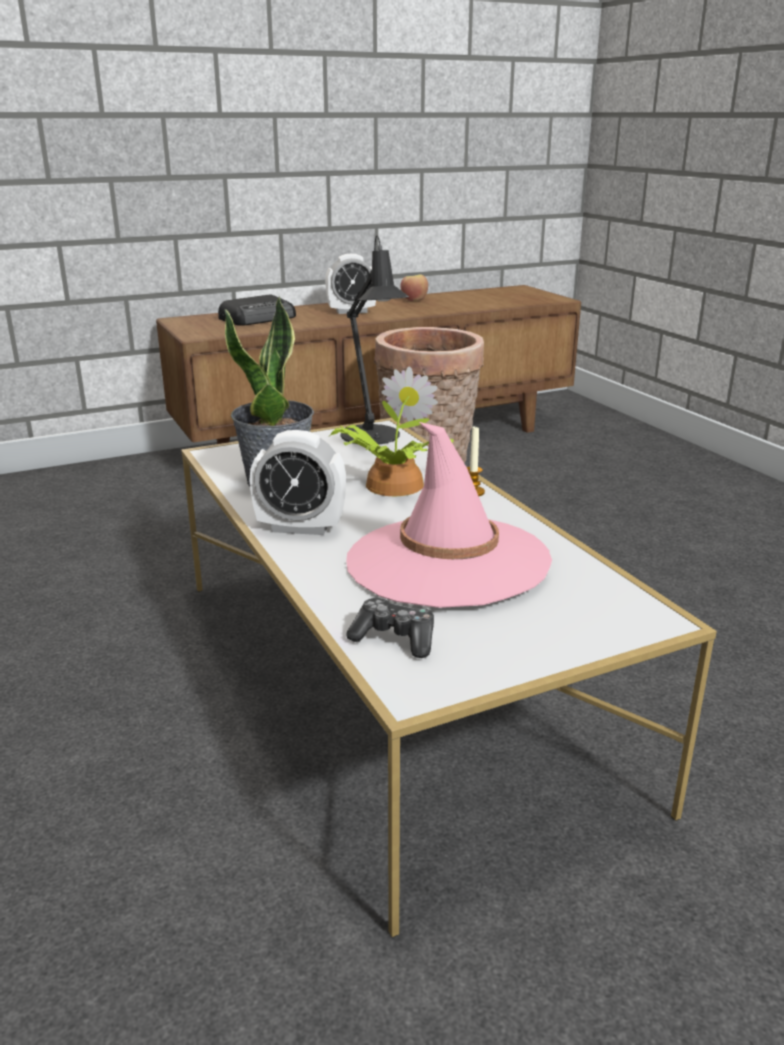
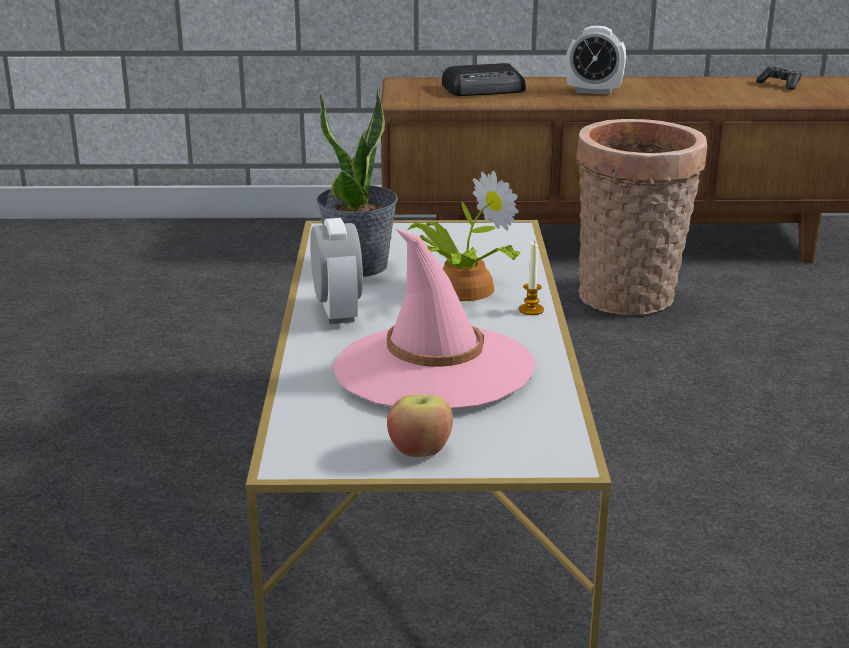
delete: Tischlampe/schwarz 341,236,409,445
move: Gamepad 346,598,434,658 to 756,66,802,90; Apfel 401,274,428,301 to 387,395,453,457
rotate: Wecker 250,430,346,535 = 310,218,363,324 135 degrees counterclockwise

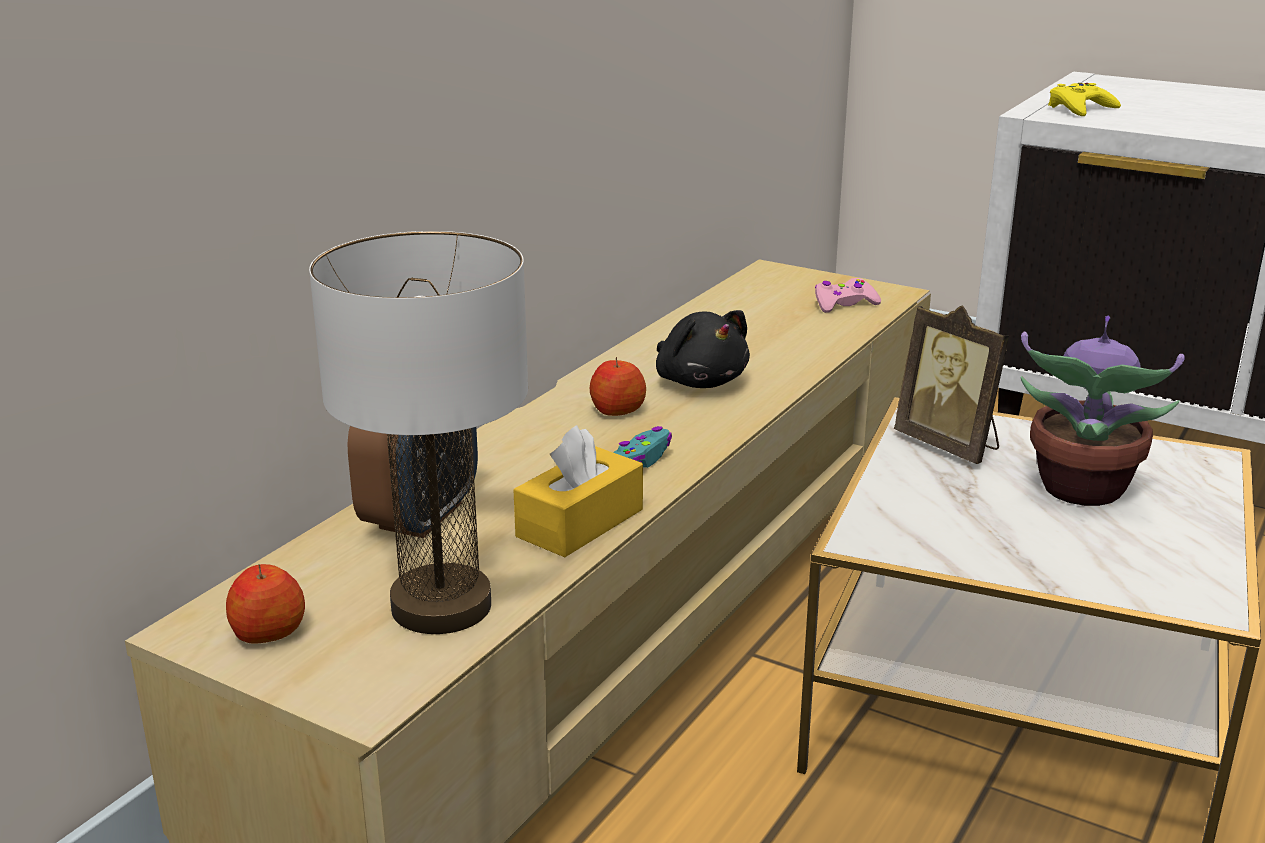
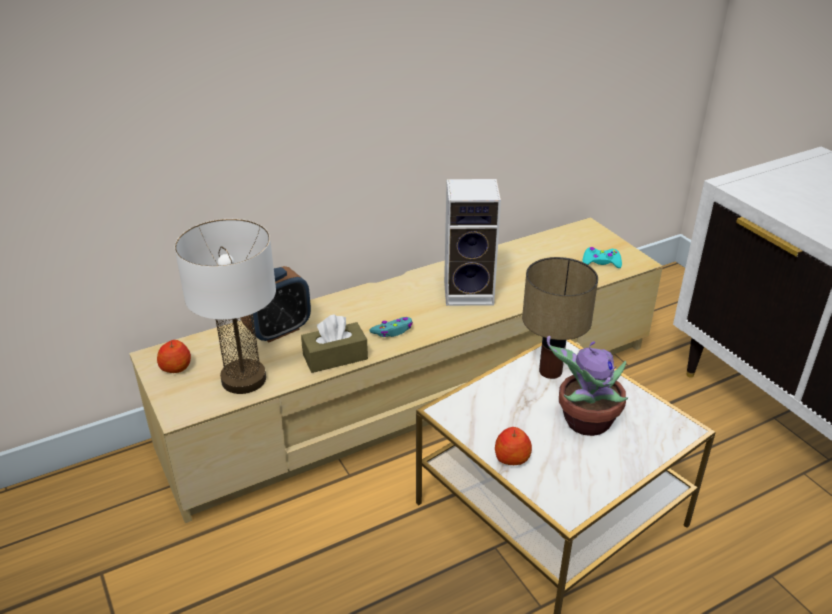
delete: Gamepad/gelb 1048,83,1121,116
move: Apfel 590,357,646,416 to 495,427,532,465
replace: Plüschtier/schwarz 656,310,750,388 to Lautsprecher 444,179,501,306; Bilderrahmen 894,306,1009,464 to Tischlampe 522,257,598,379
recolor: Taschentuchbox/gelb 513,425,643,557 to Taschentuchbox/braun 301,315,368,373; Gamepad/rosa 815,278,881,313 to Gamepad/türkis 582,247,622,268

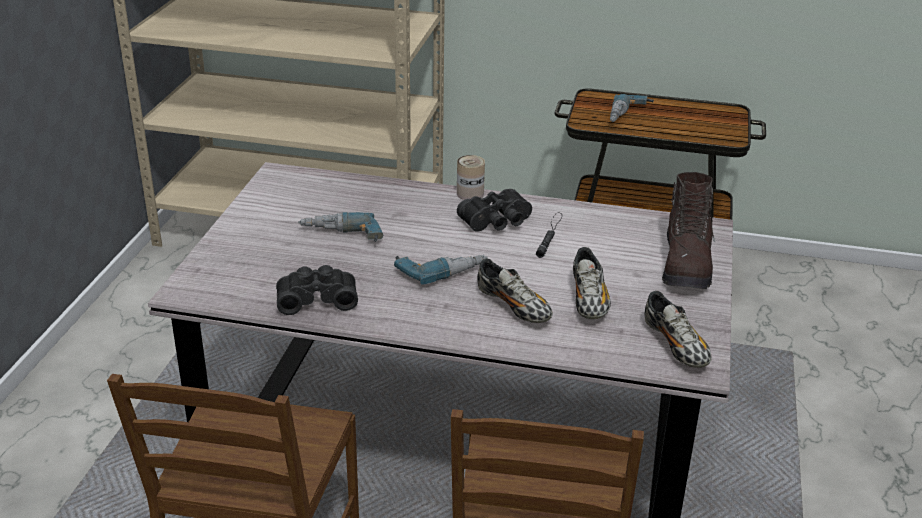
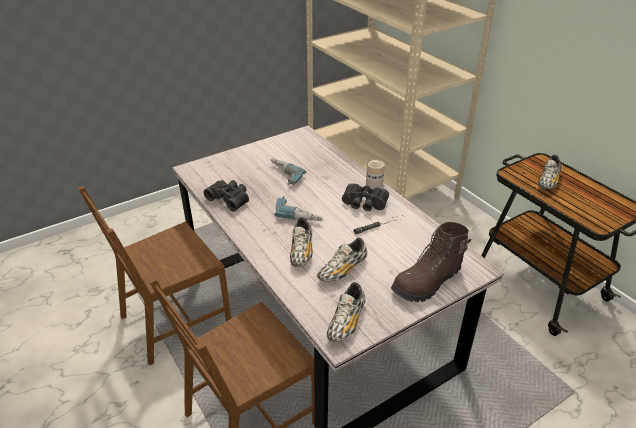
replace: Bohrmaschine 610,94,654,122 to Schuh 538,155,561,189

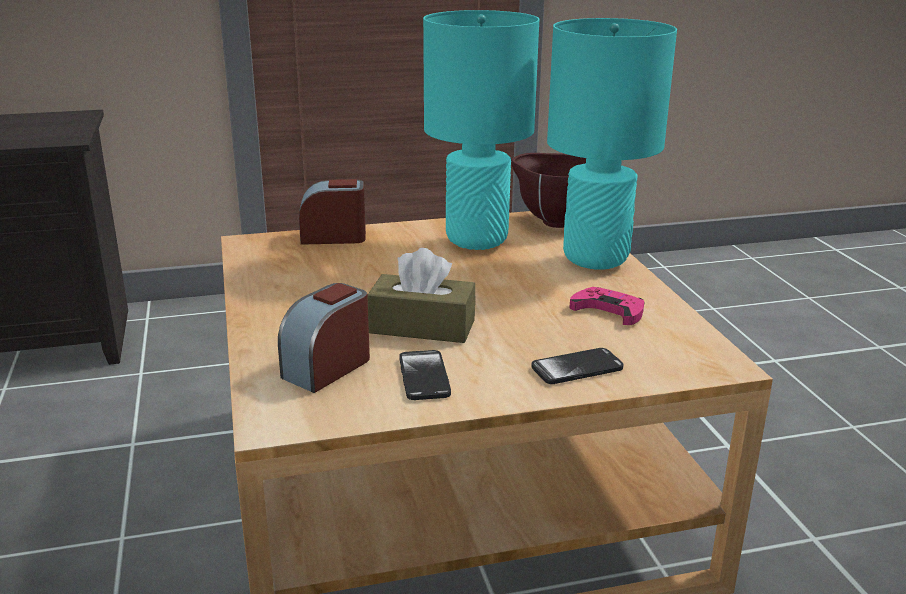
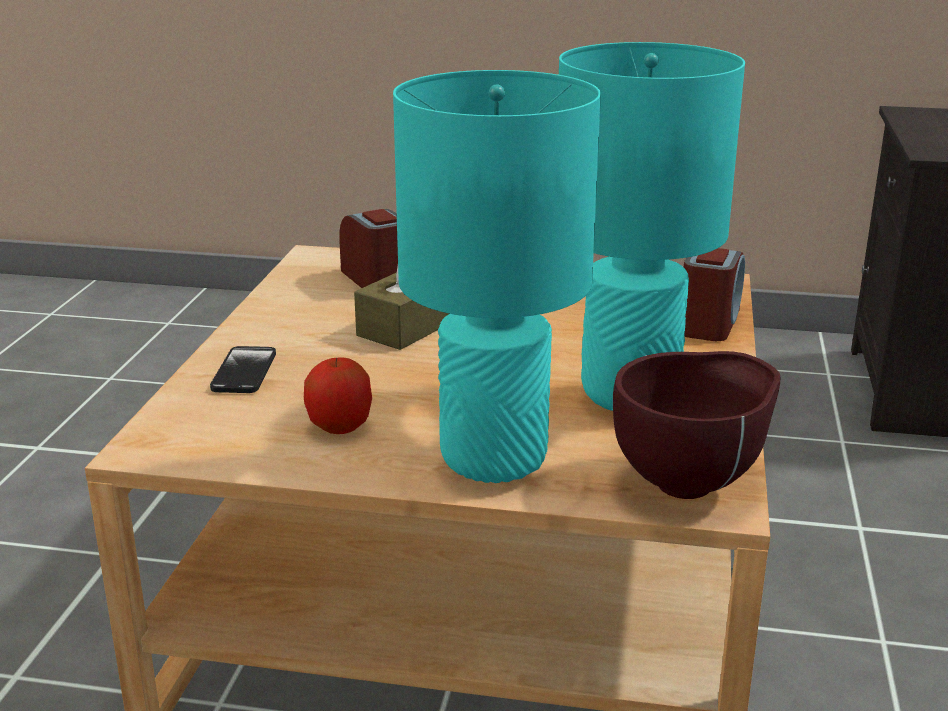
delete: Handy 399,350,451,400
replace: Gamepad/rosa 569,287,645,325 to Apfel 304,357,372,434

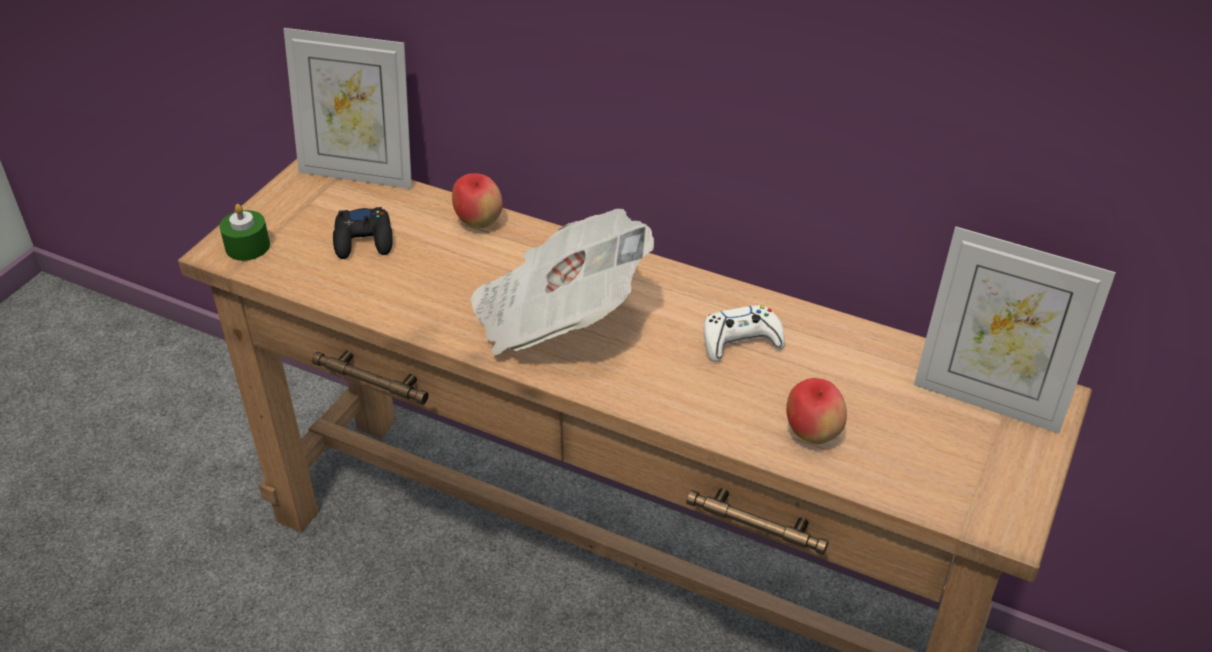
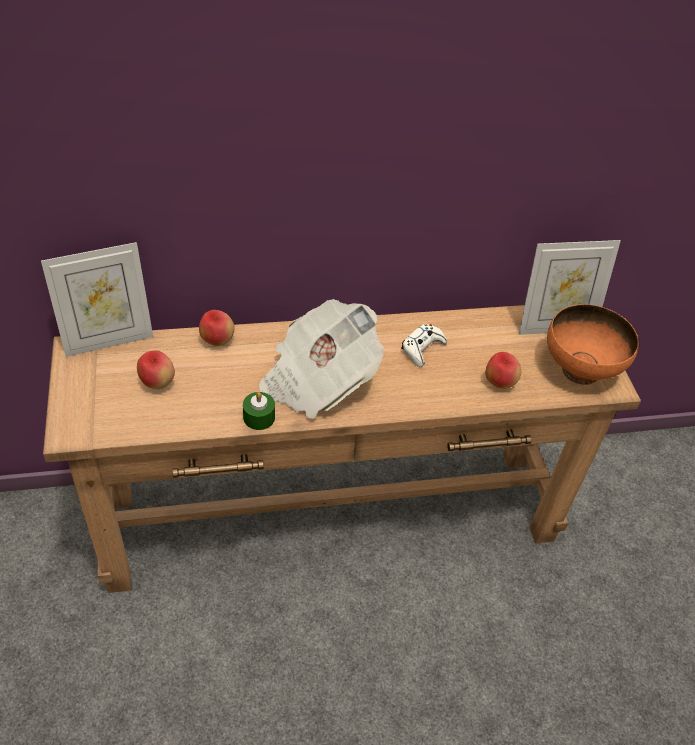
insert: Schüssel/orange 547,304,639,385
move: Kerze/grün 220,204,270,261 to 243,392,275,430
replace: Gamepad/schwarz 333,207,393,259 to Apfel 137,351,175,389

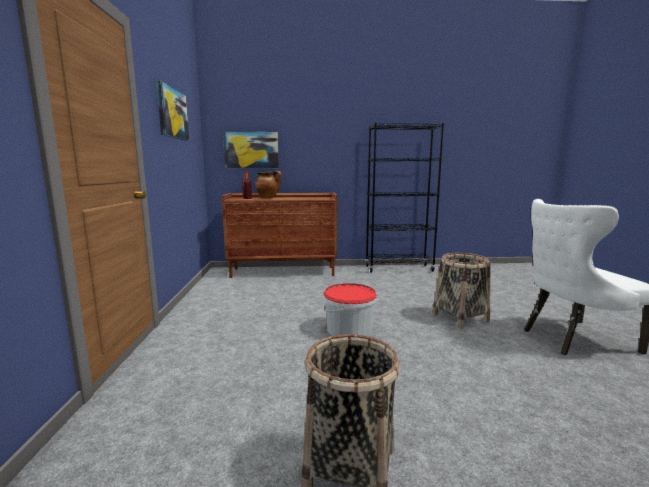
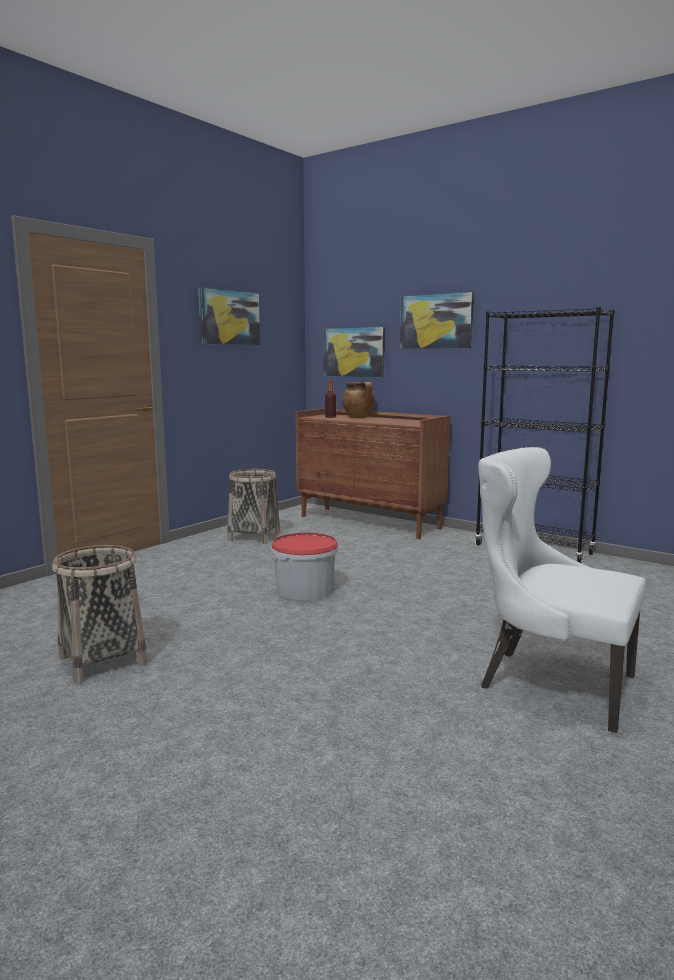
insert: Bild 400,292,474,349
move: Korb 432,253,490,329 to 227,469,280,544

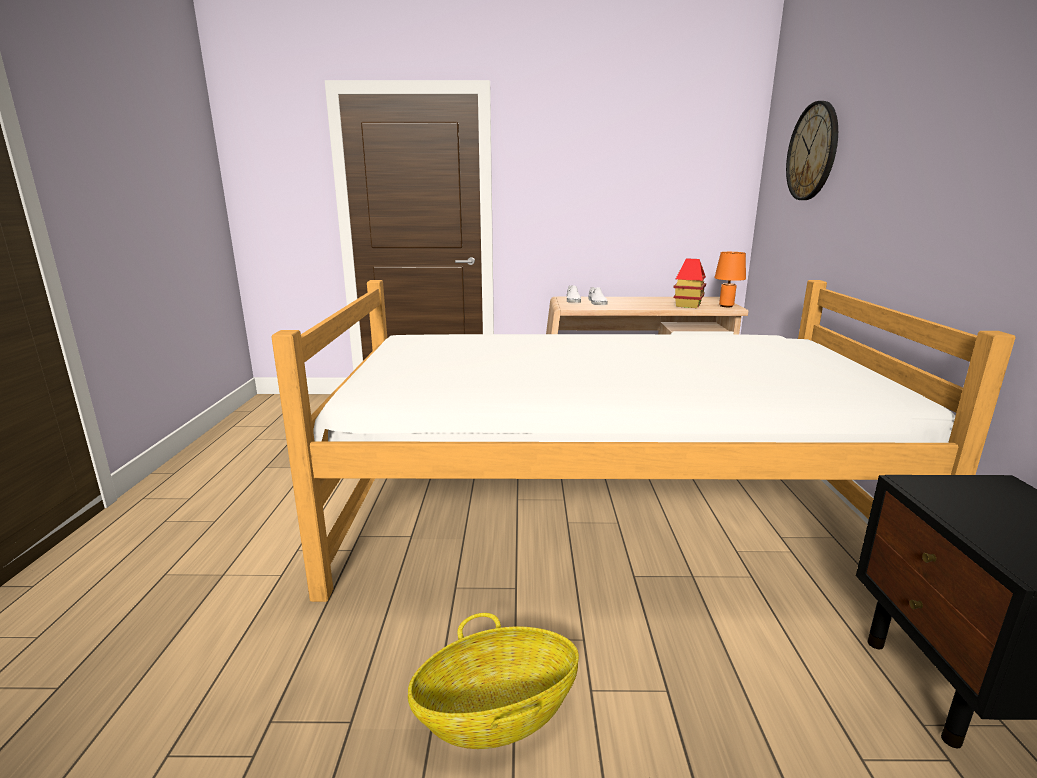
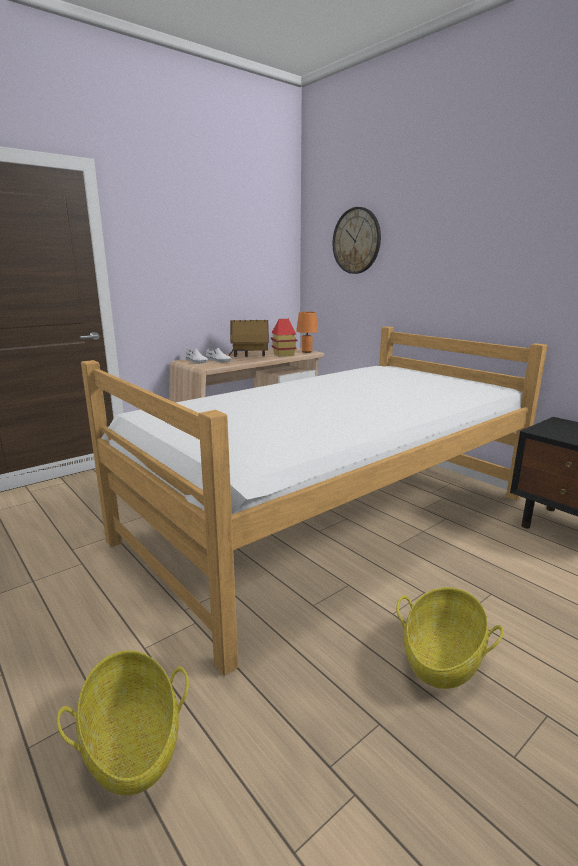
insert: Korb 57,650,189,795; Spielzeughaus 228,320,269,357

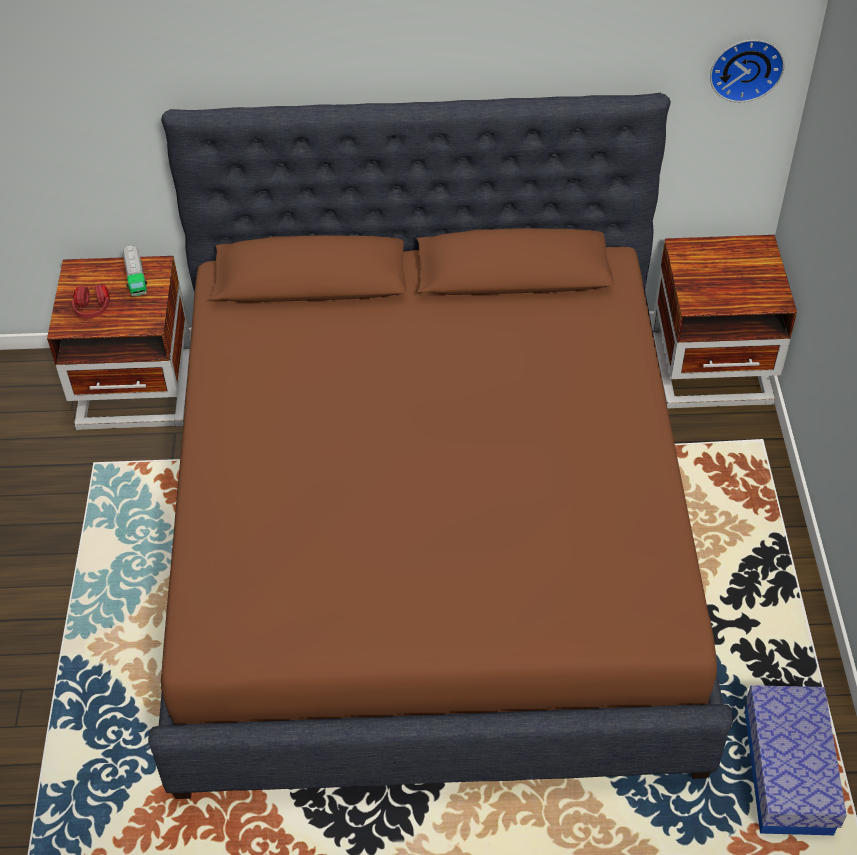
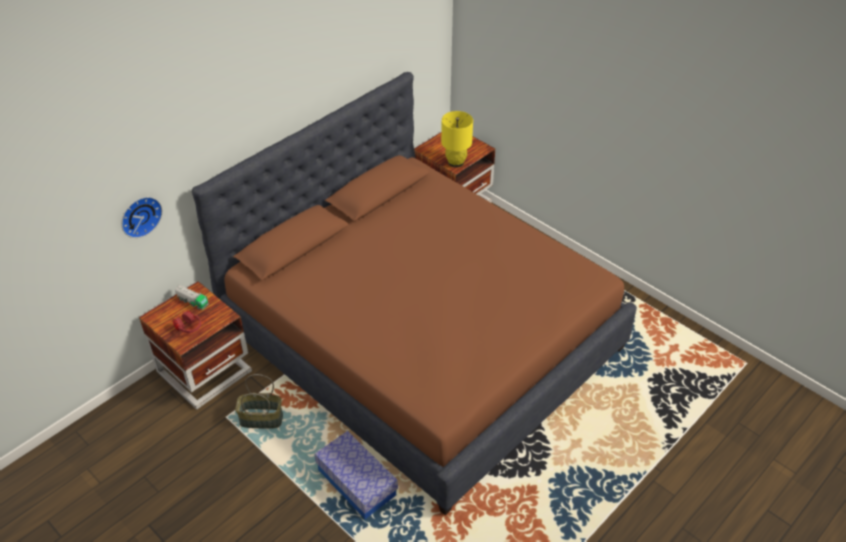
insert: Korb 235,374,283,429; Tischlampe/gelb 441,111,473,167
move: Wanduhr 710,39,785,102 to 121,197,163,238; Aufbewahrungsbox 745,685,847,835 to 314,431,398,519

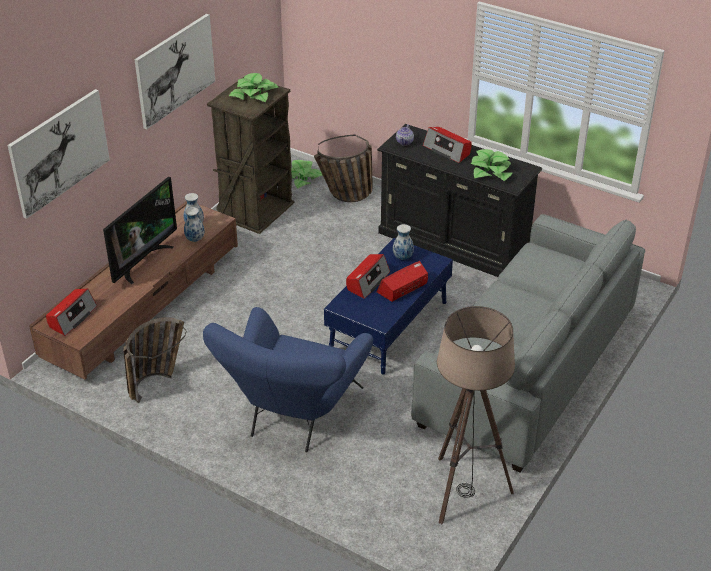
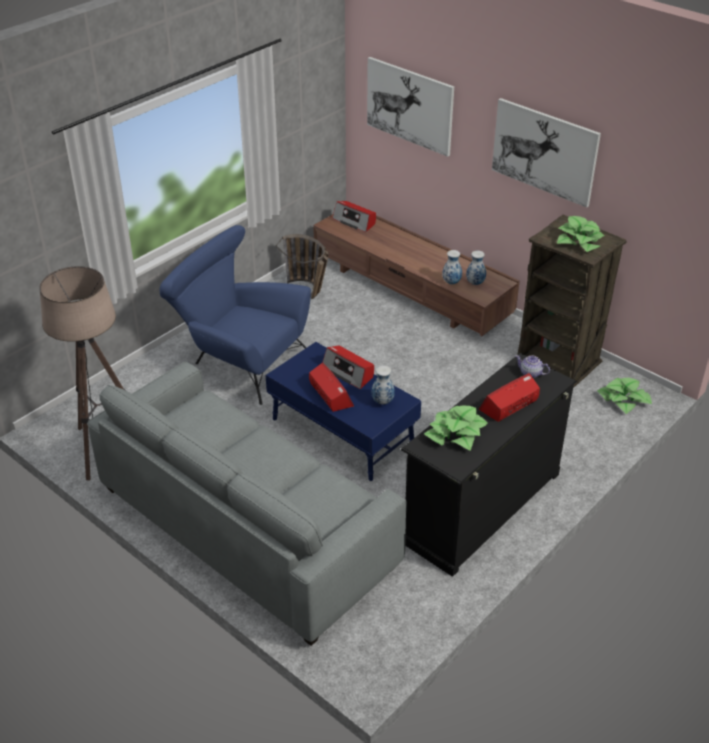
delete: Fernseher 103,177,177,284; Korb 314,134,373,202

